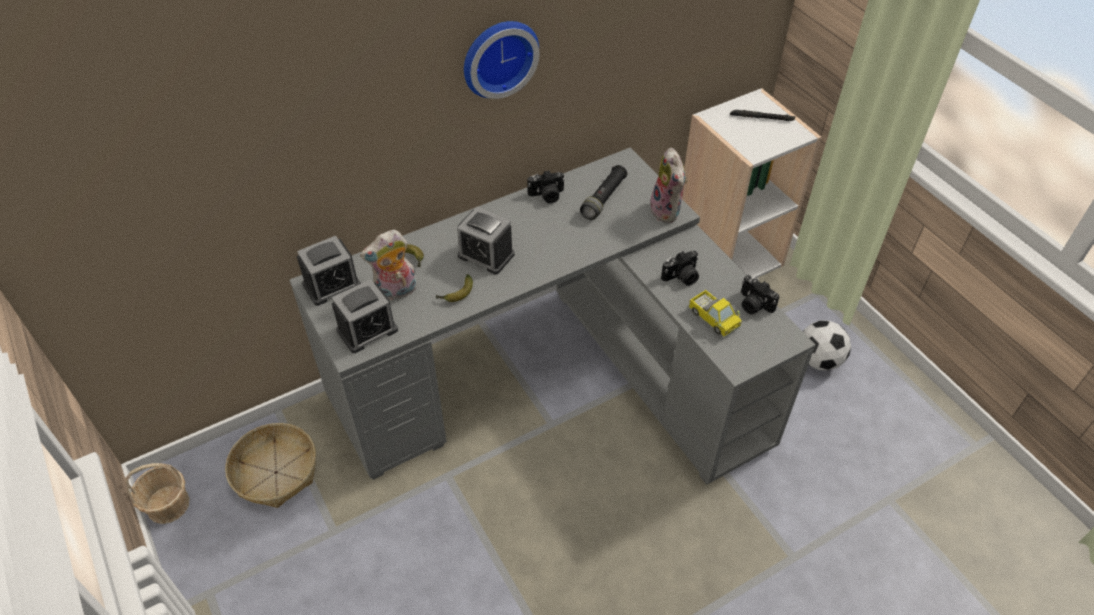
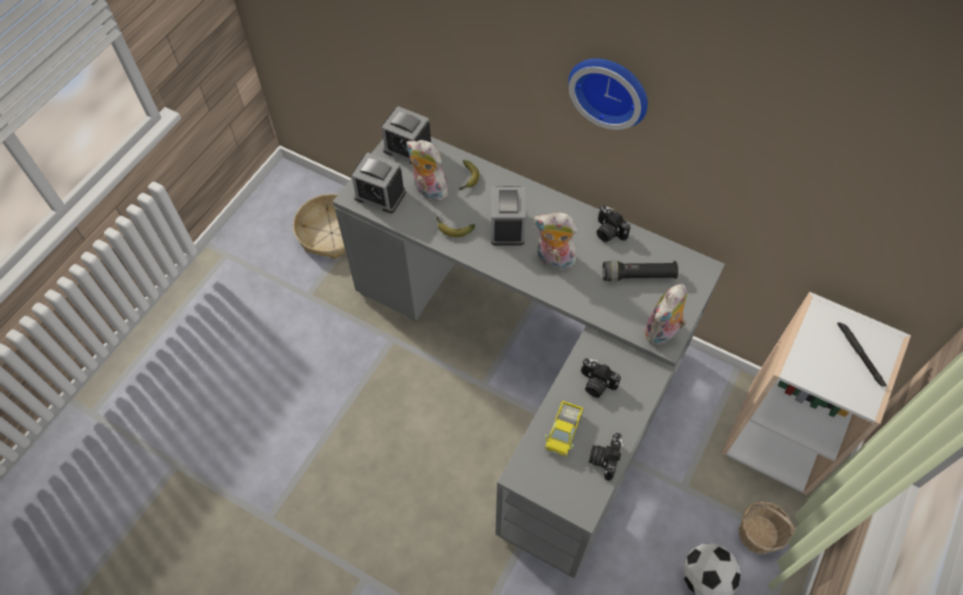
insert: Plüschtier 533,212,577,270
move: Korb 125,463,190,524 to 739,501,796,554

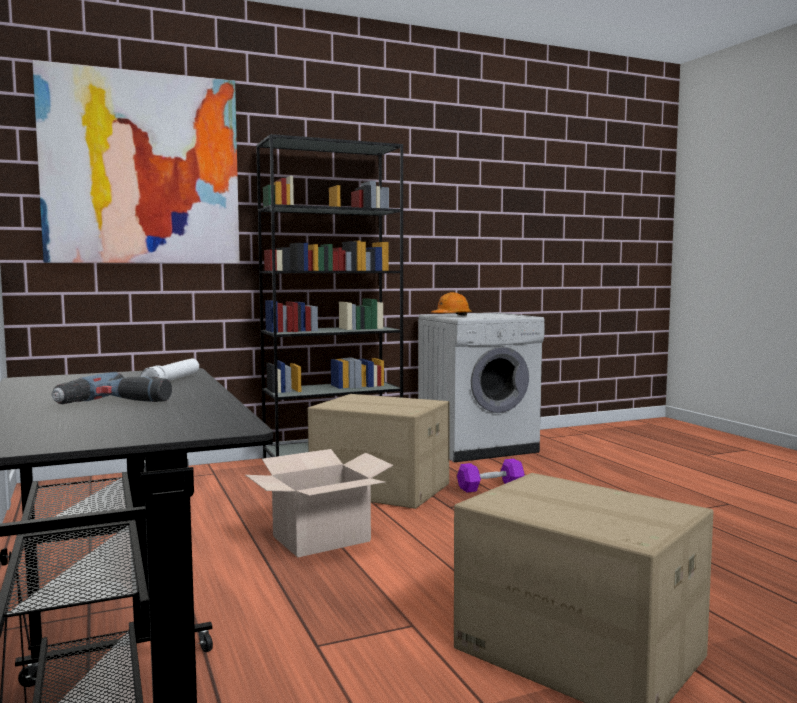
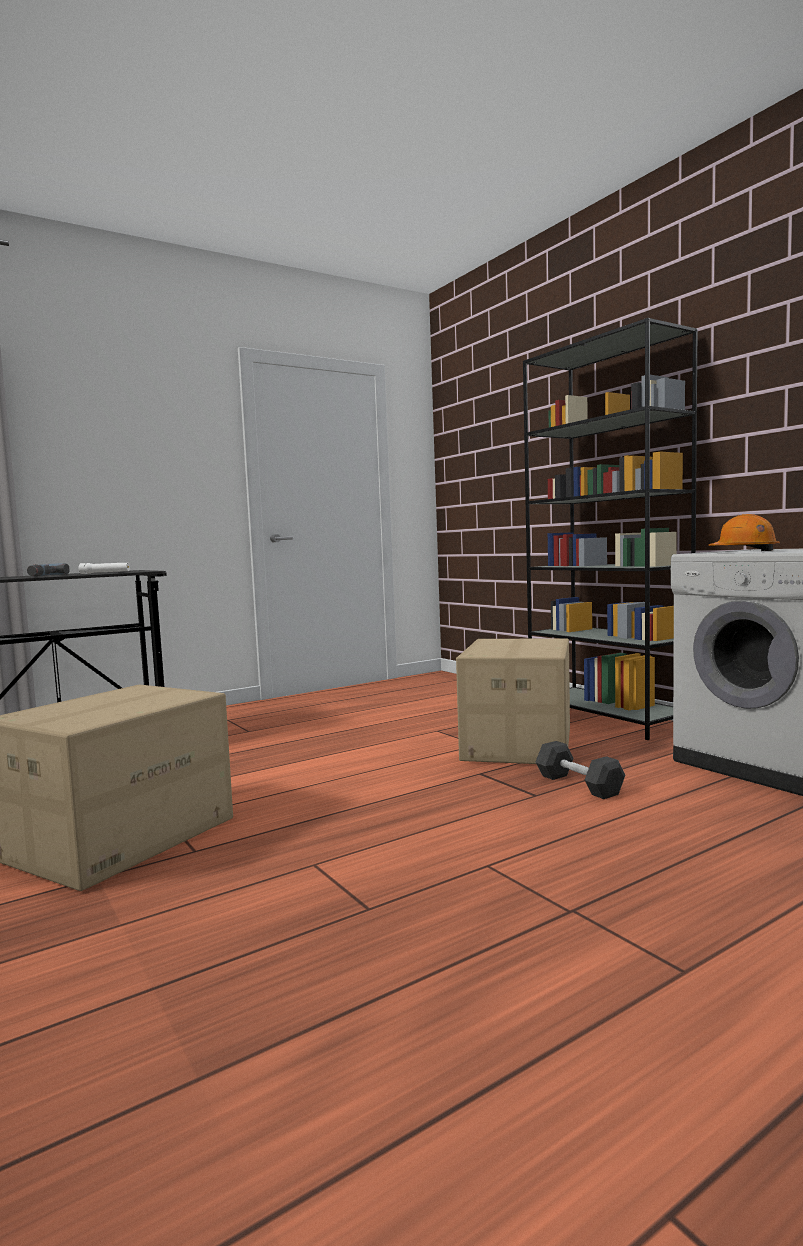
delete: Bild 32,60,240,263; Karton 245,449,393,558
recolor: Hantel/lila 457,459,525,493 to Hantel/schwarz 536,741,625,799

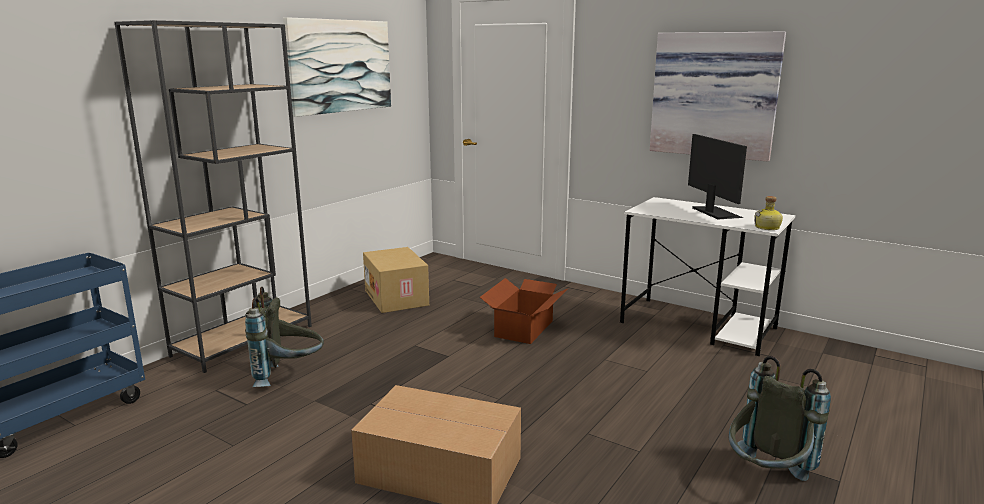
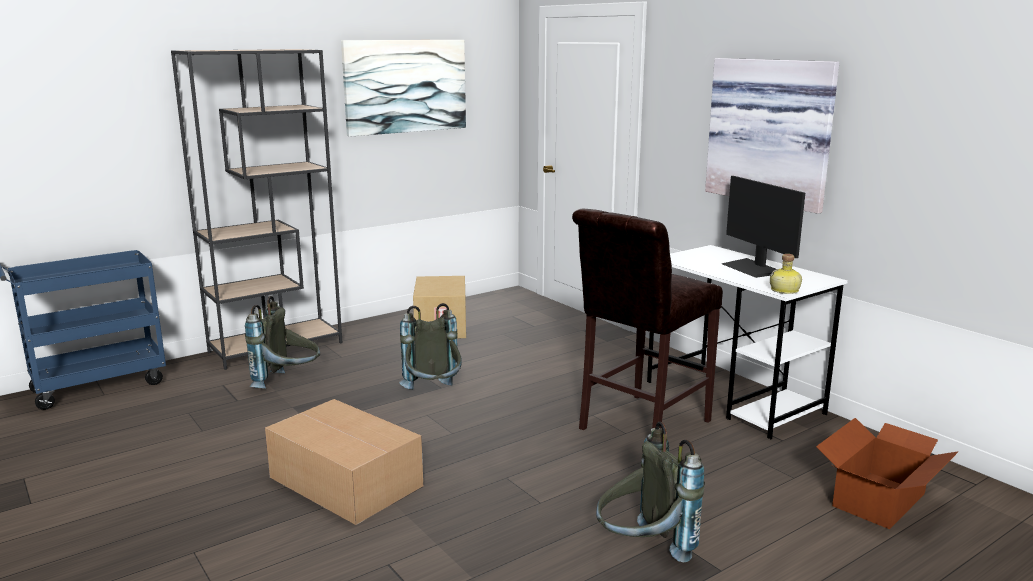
insert: Rucksack/grau 399,303,462,390; Hocker/braun 572,209,723,430
move: Karton 480,278,569,344 to 816,418,959,529
rotate: Monitor 688,134,747,219 = 722,176,805,278 150 degrees clockwise

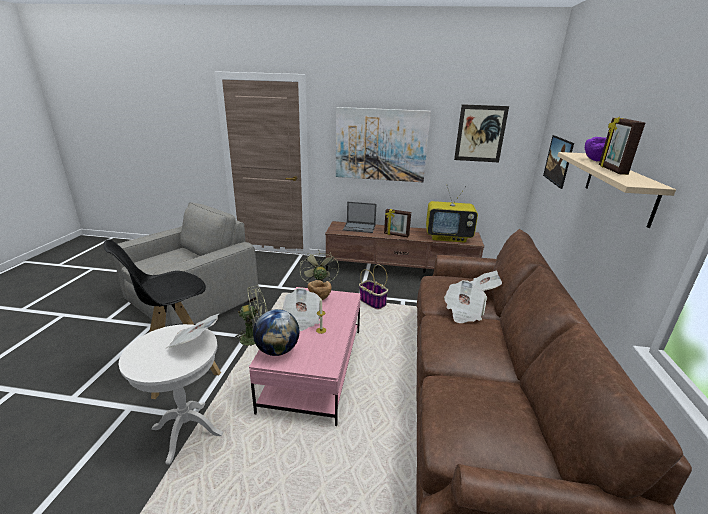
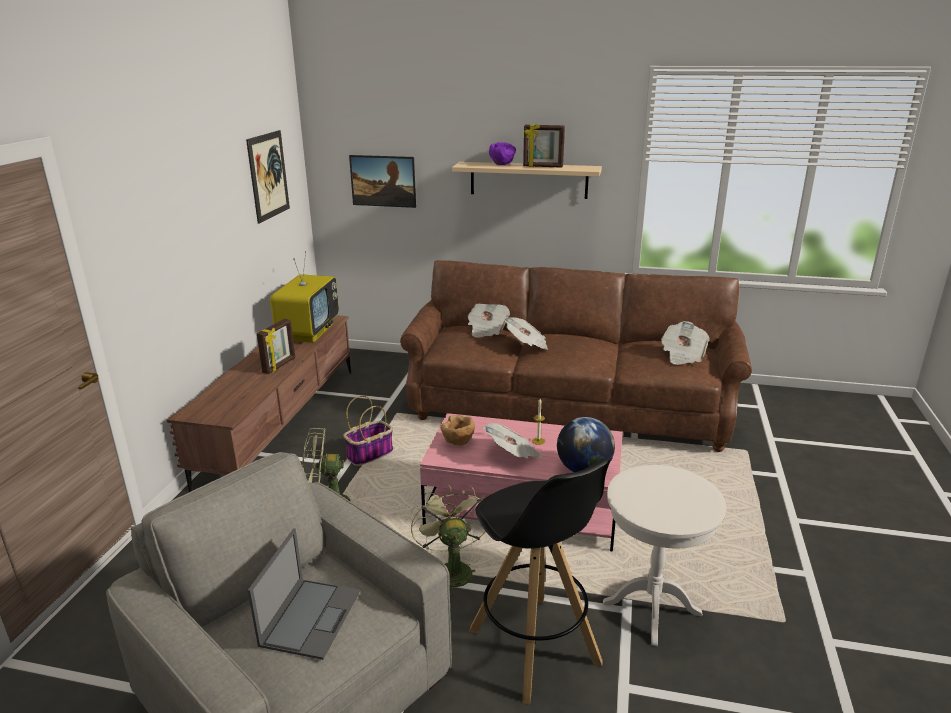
delete: Bild 336,107,431,182
move: Zeitung 167,313,220,348 to 661,321,710,365; Laptop 343,202,377,233 to 248,528,360,660

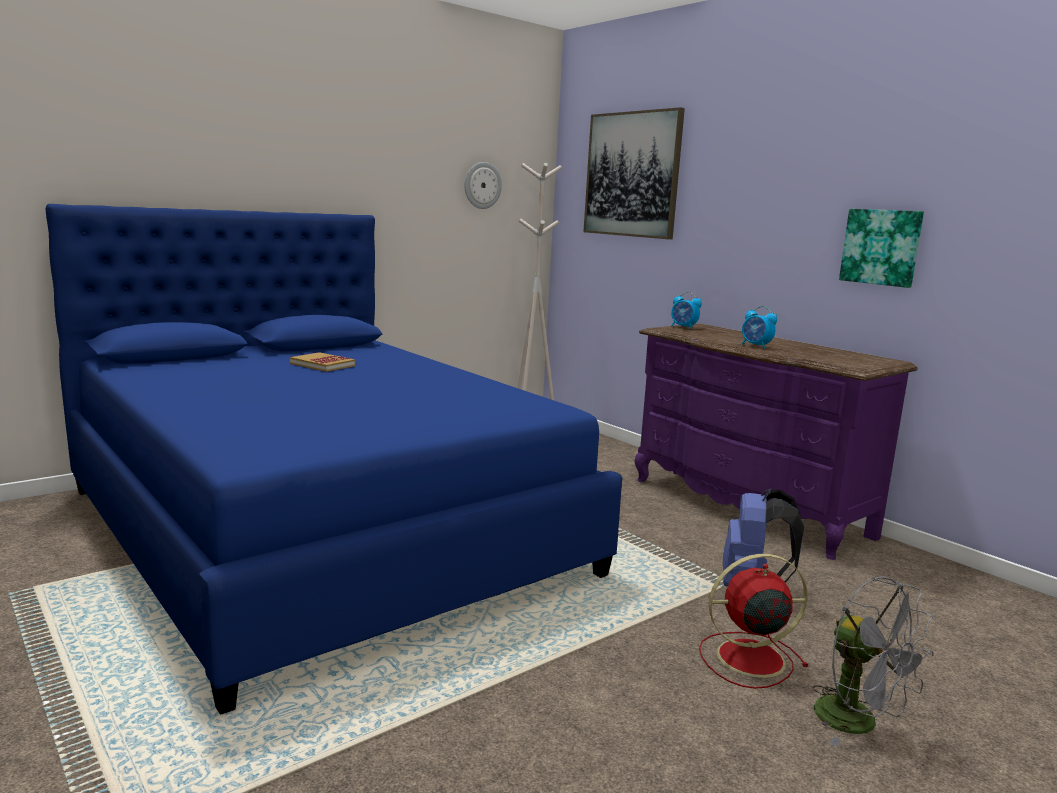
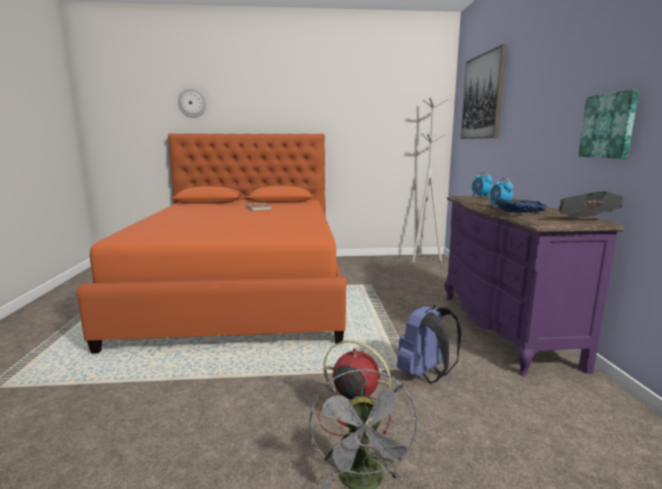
insert: Schüssel/blau 495,198,546,213; Zeitung 558,191,623,217
move: Wanduhr 464,162,502,209 to 178,88,207,118
recolor: Bett/blau 46,204,622,715 to Bett/orange 77,133,347,354

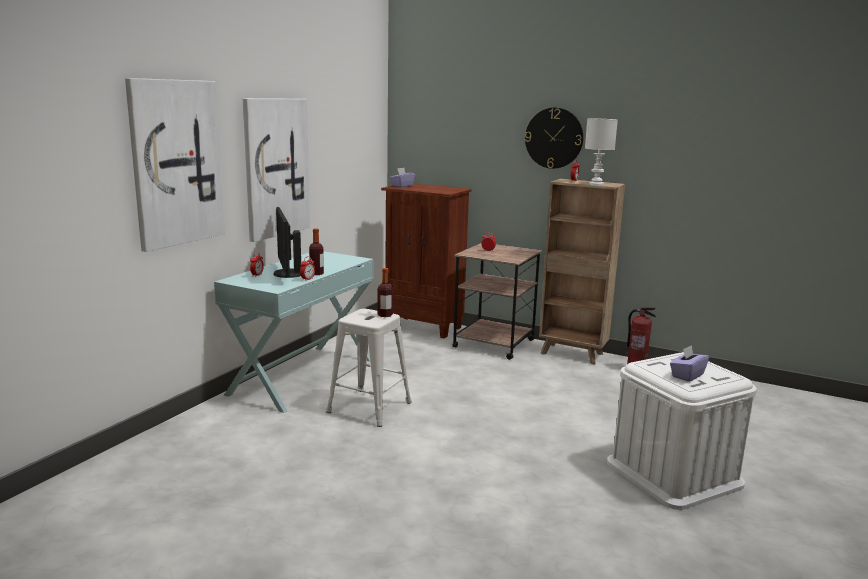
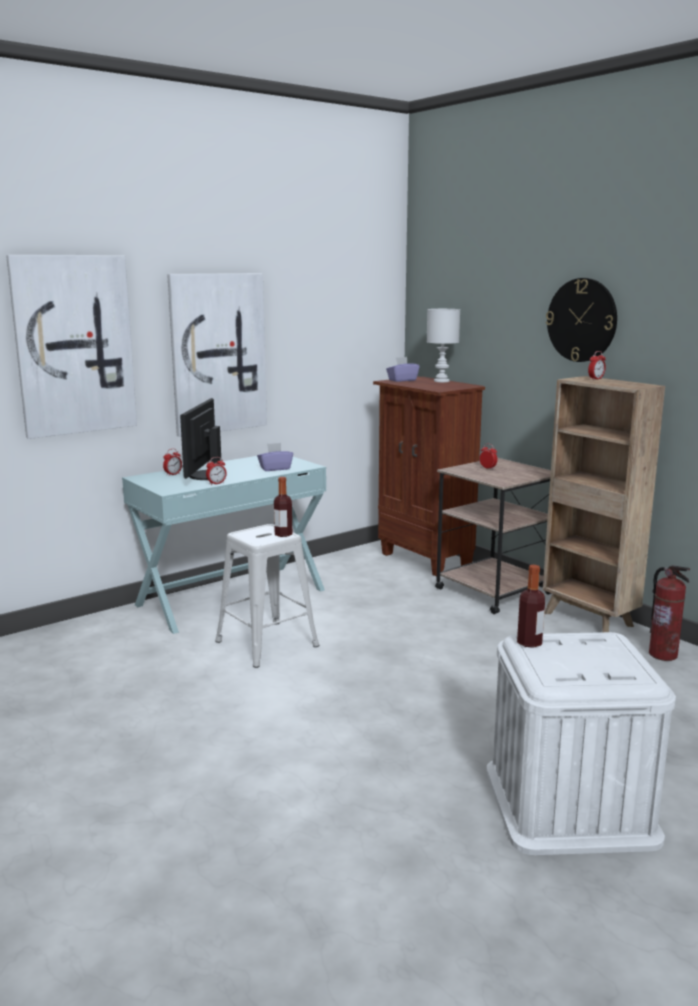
move: Flasche 309,228,324,275 to 517,565,545,648; Tischlampe/weiß 585,118,618,185 to 427,309,460,382; Taschentuchbox/lila 670,345,709,382 to 257,443,293,471

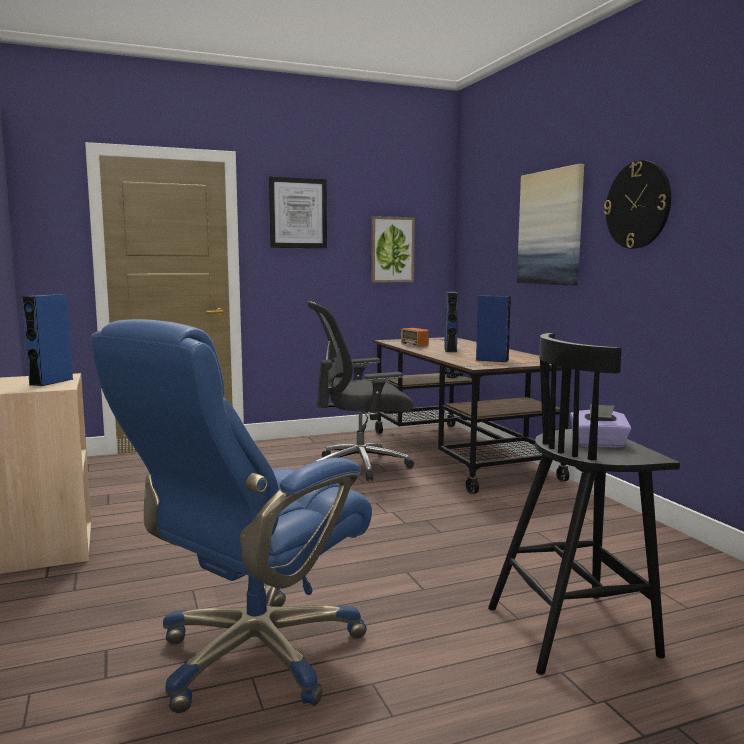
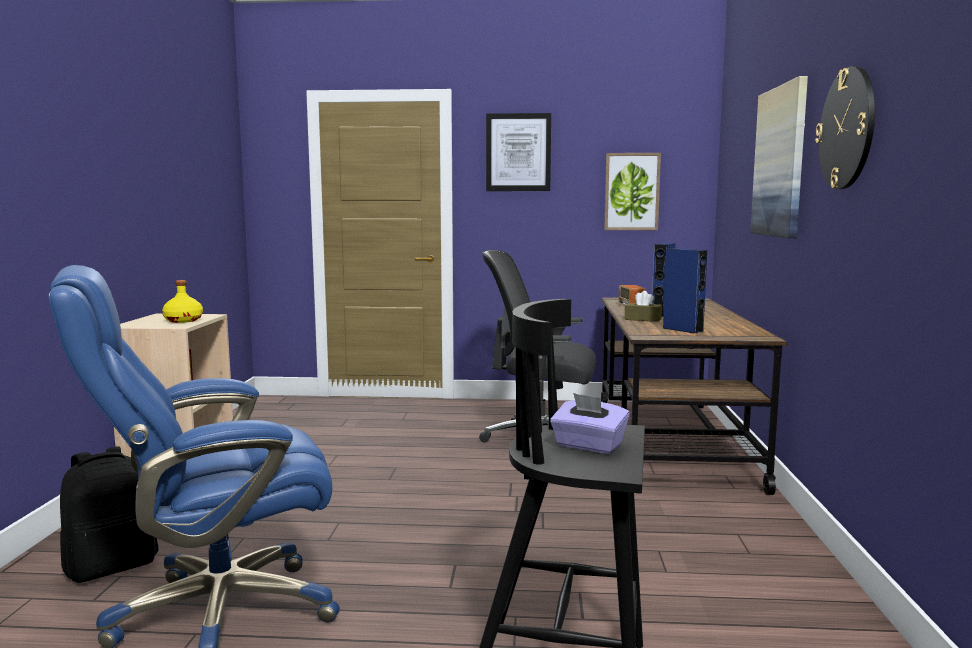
insert: Rucksack/schwarz 60,446,159,583; Taschentuchbox/braun 625,291,662,322
replace: Lautsprecher/blau 22,294,73,386 to Flasche/gelb 162,280,203,323

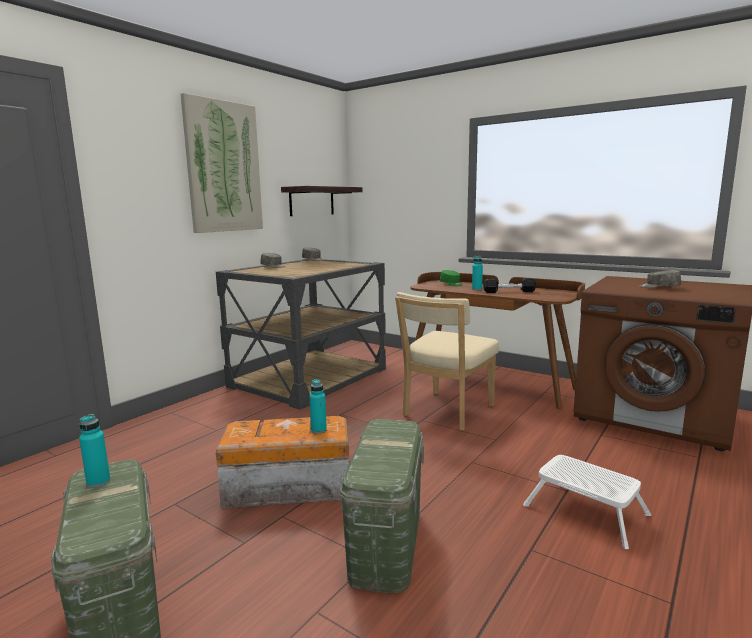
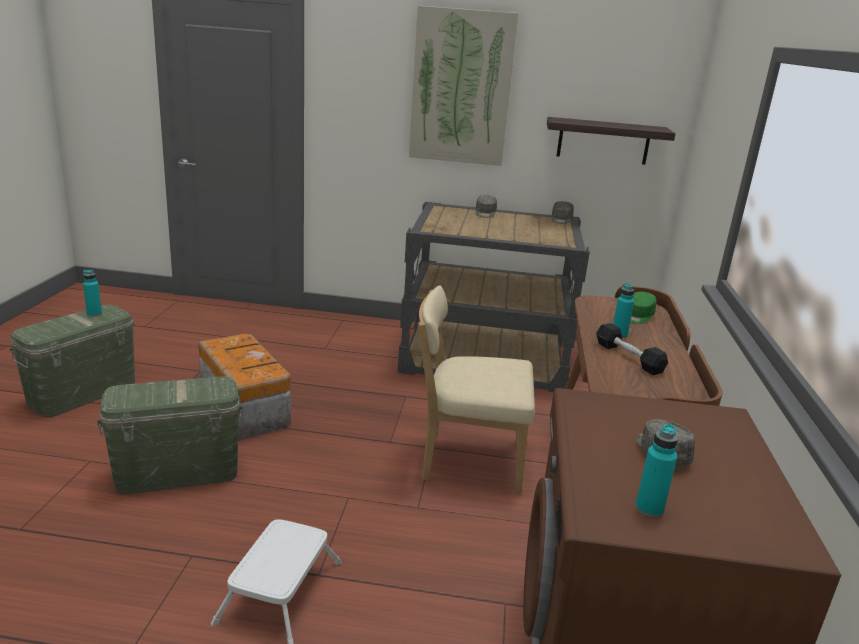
move: Flasche/türkis 310,379,327,434 to 635,424,678,517

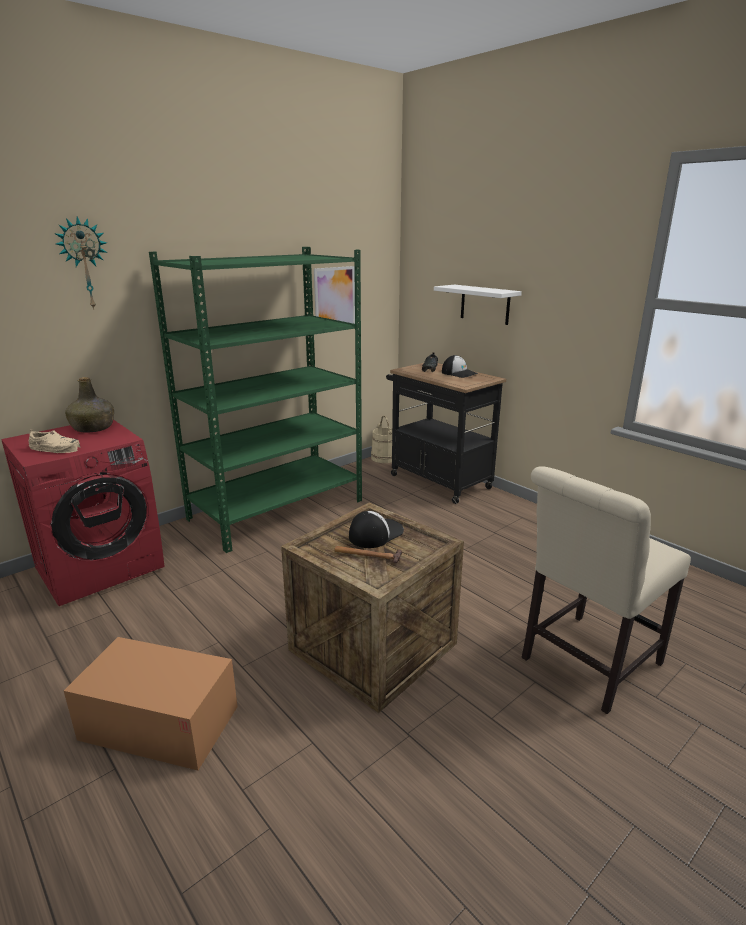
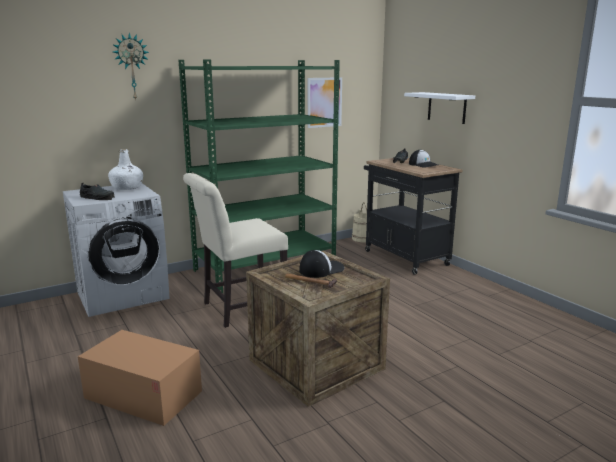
move: Stuhl/beige 522,466,691,714 to 183,173,288,328
recolor: Waschmaschine/rot 1,420,165,606 to Waschmaschine/weiß 63,183,170,317; Schuh/beige 29,429,80,453 to Schuh/schwarz 80,183,115,200; Flasche/grün 65,377,114,433 to Flasche/weiß 108,149,143,190

